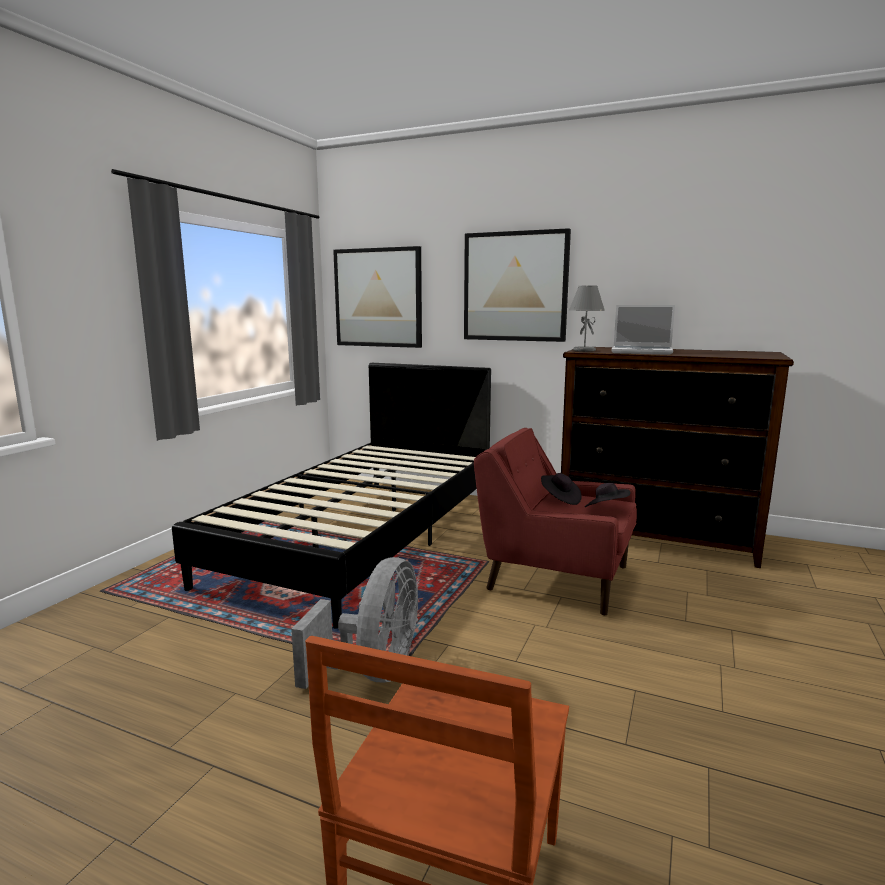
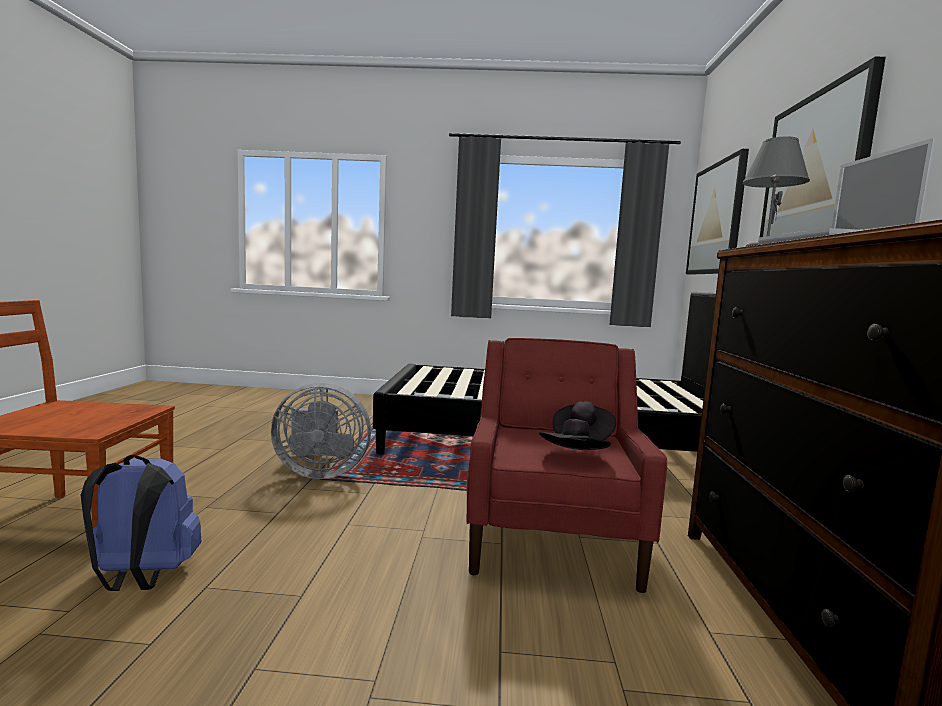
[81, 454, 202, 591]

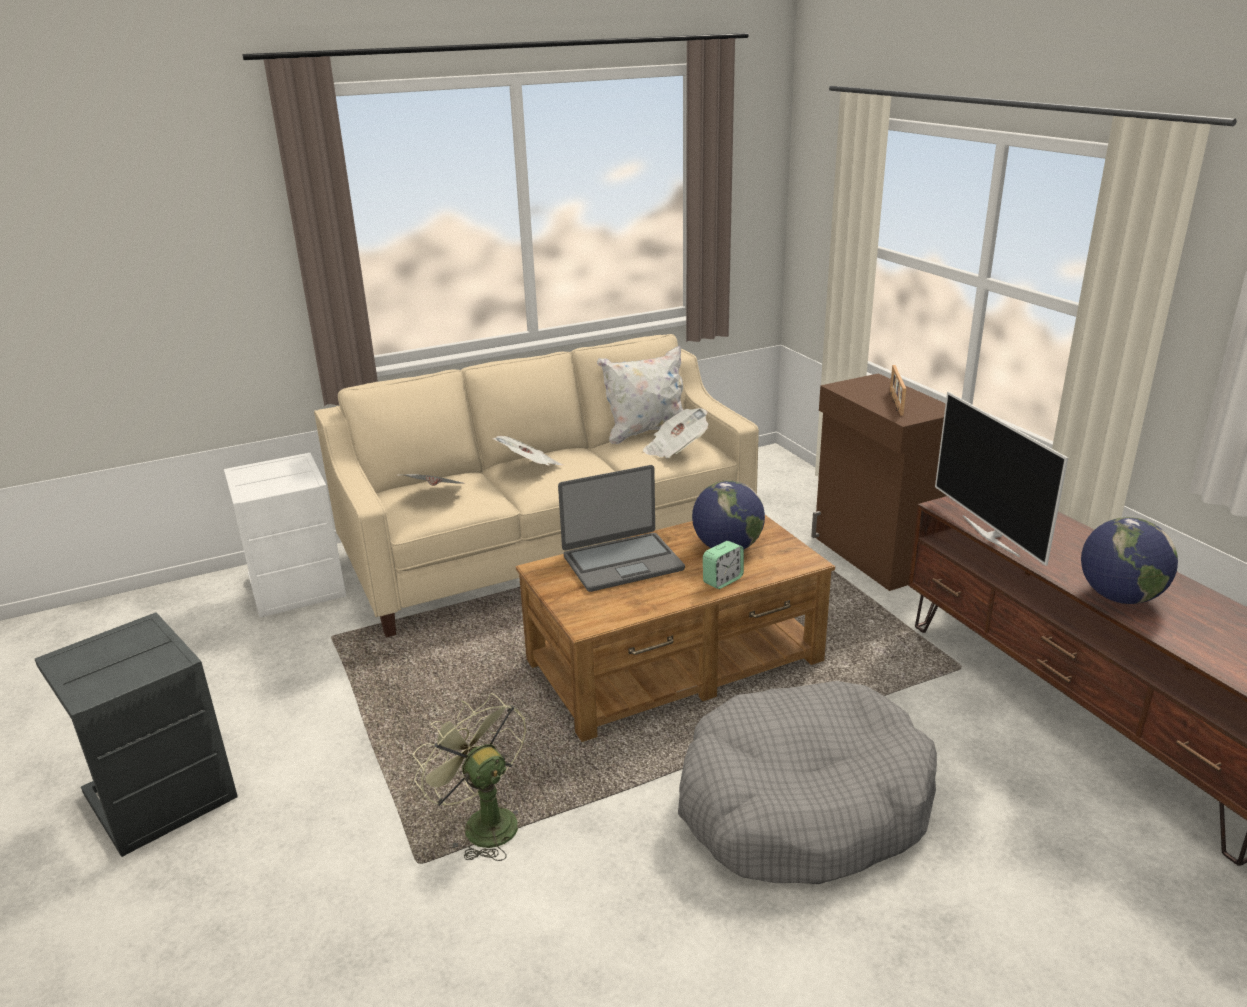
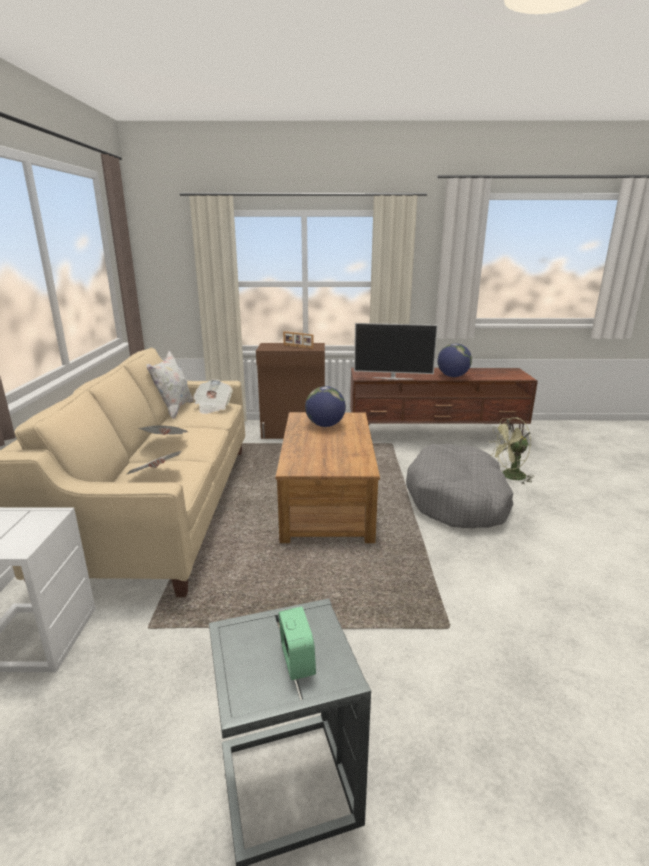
[489, 417, 534, 484]
[558, 465, 685, 592] (first image)
[279, 607, 316, 680]

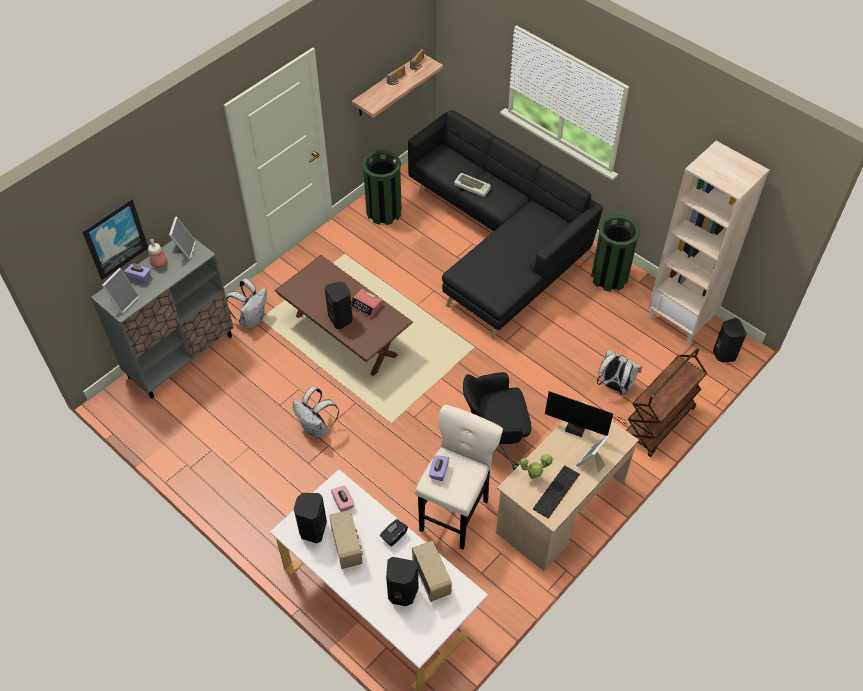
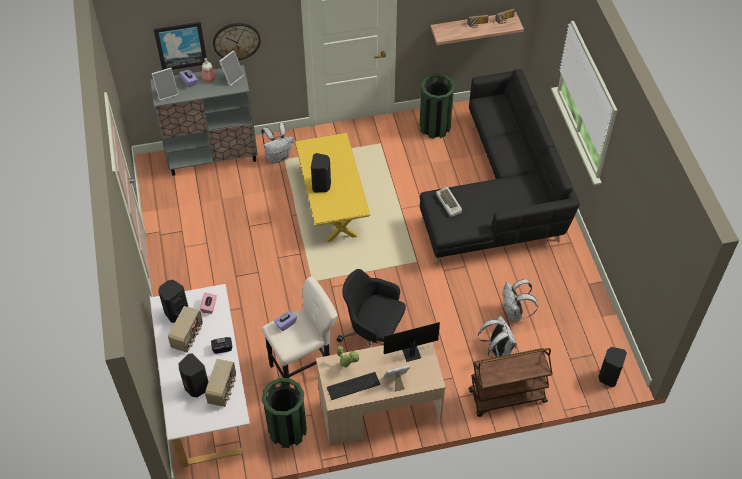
[295, 133, 370, 242]
[503, 279, 538, 321]
[351, 289, 383, 318] (first image)
[436, 187, 462, 217]
[374, 322, 440, 362]
[262, 378, 307, 448]
[648, 141, 769, 344] (first image)
[213, 23, 261, 60]

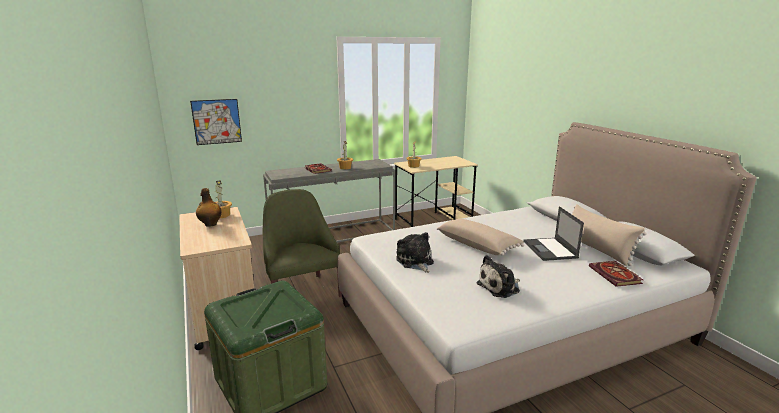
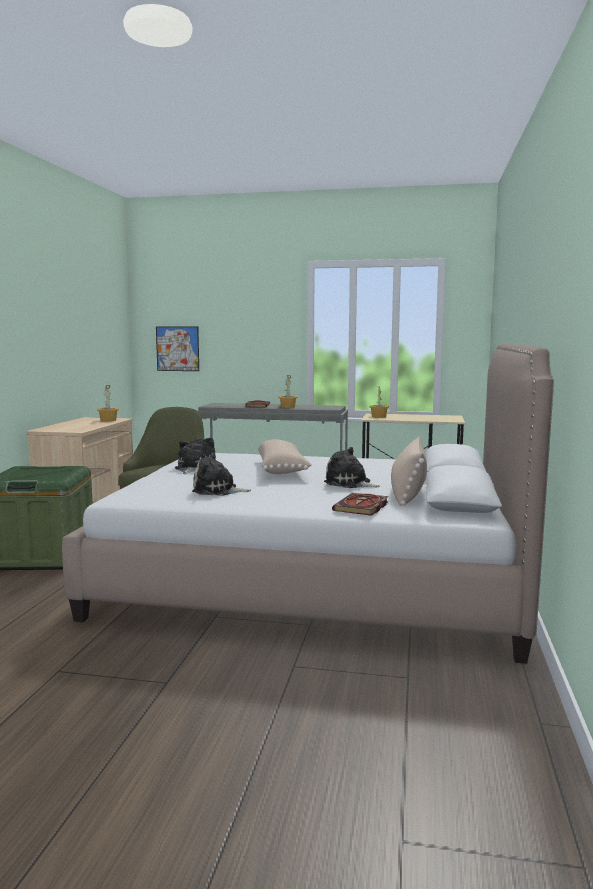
[196, 188, 222, 227] (first image)
[324, 447, 380, 488]

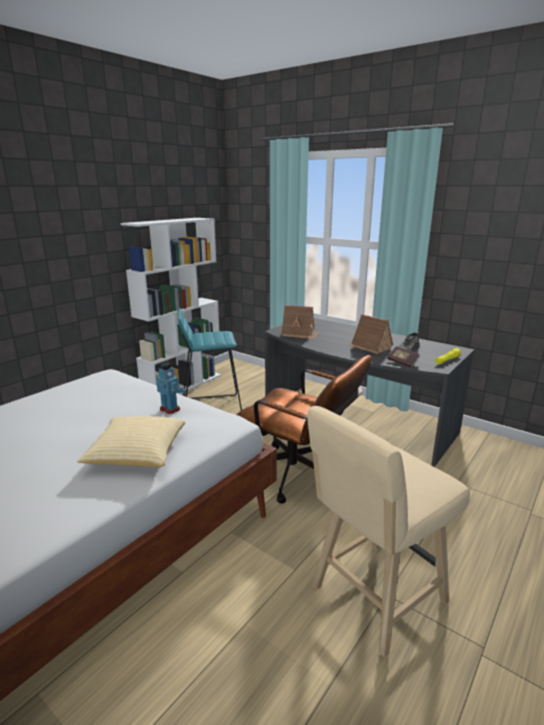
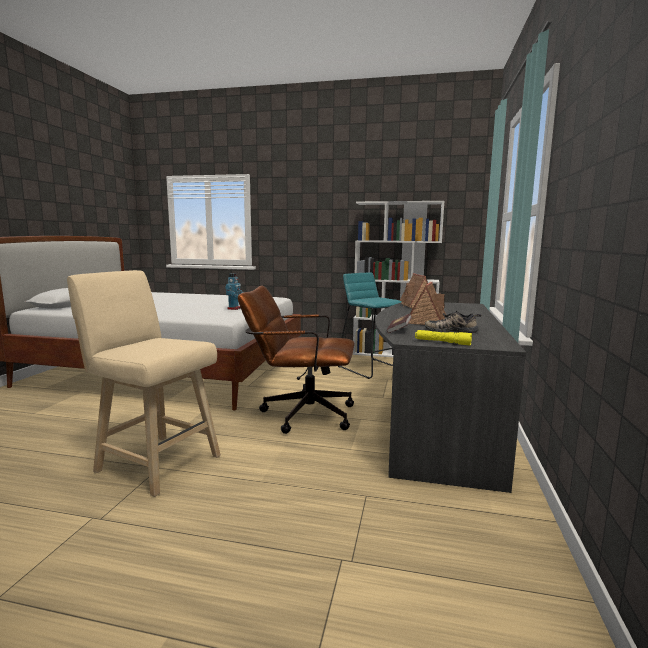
[77, 416, 185, 467] (first image)
[238, 285, 355, 434]

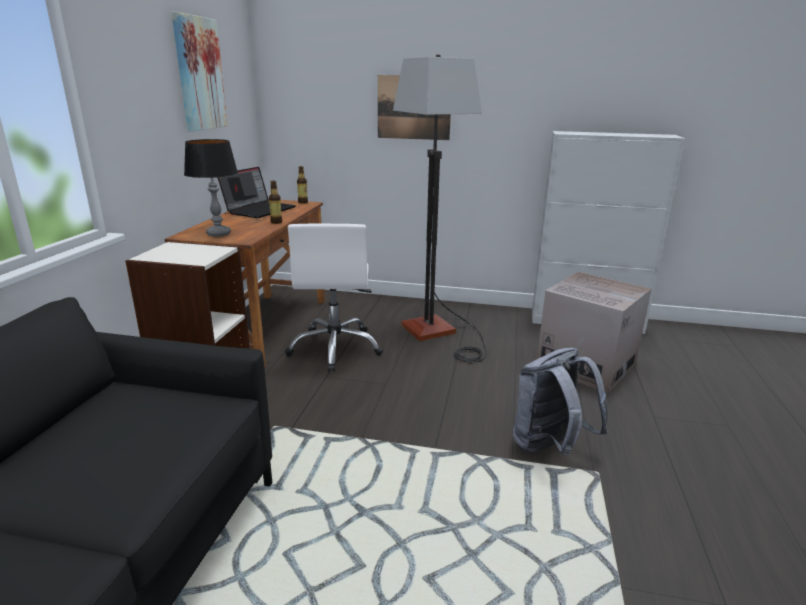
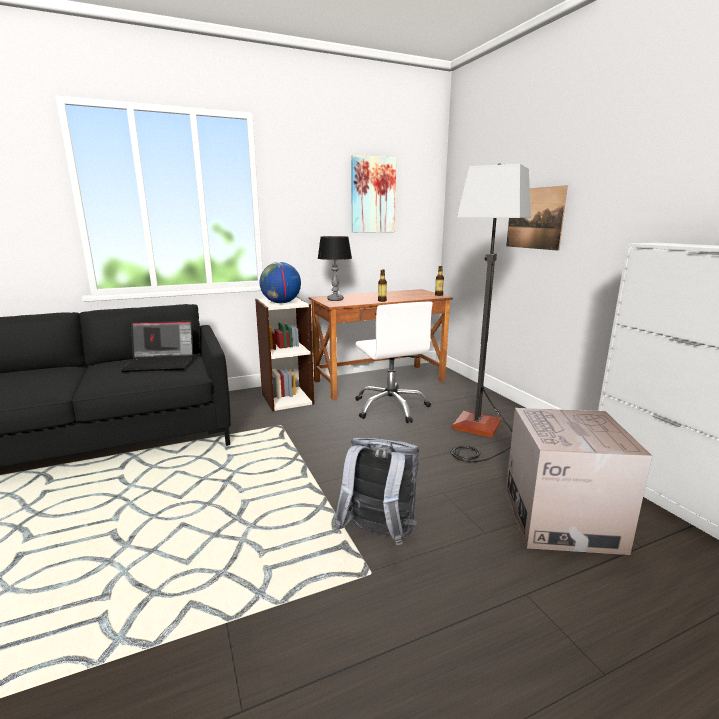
[120, 321, 193, 372]
[355, 302, 433, 423]
[260, 262, 301, 303]

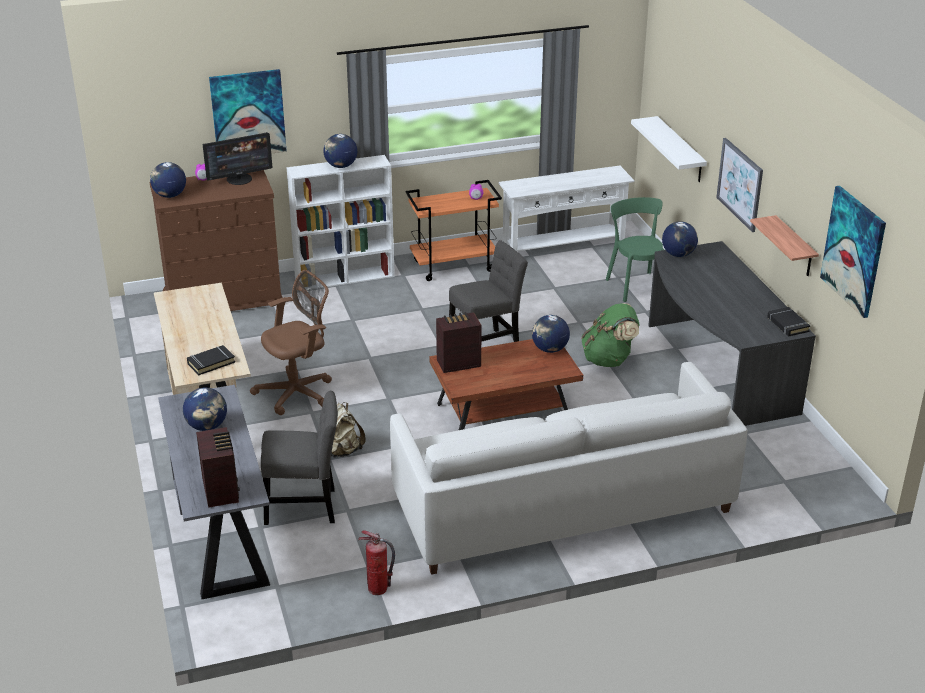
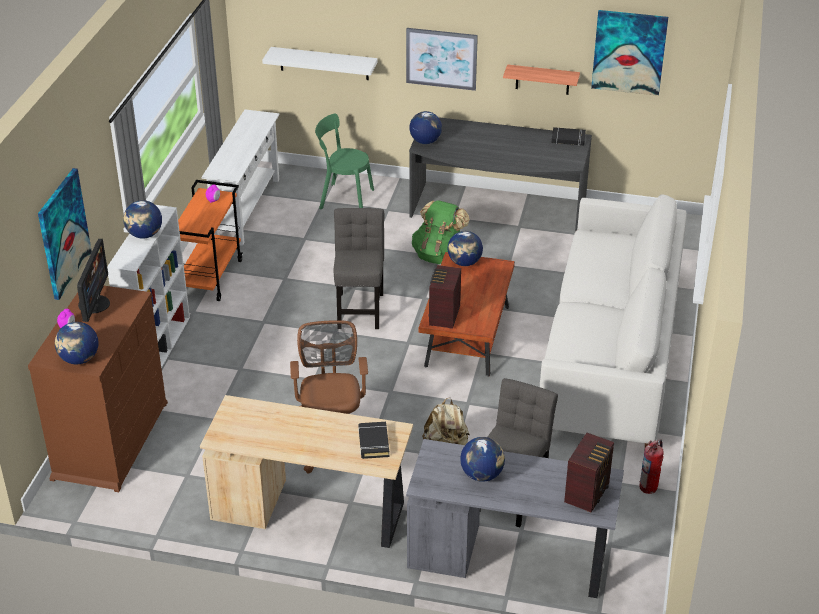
[564, 433, 614, 512]

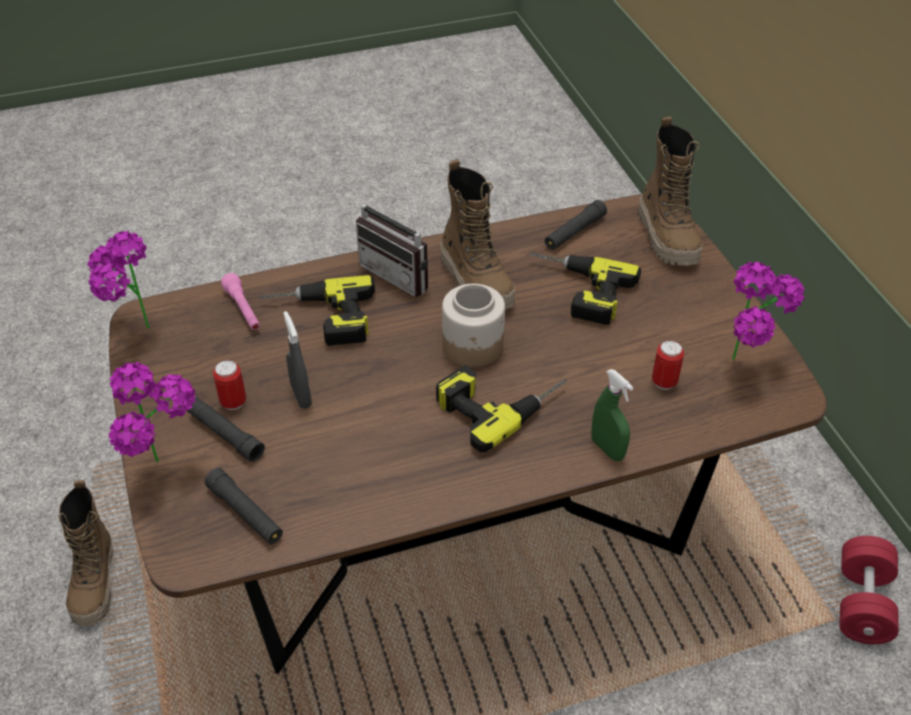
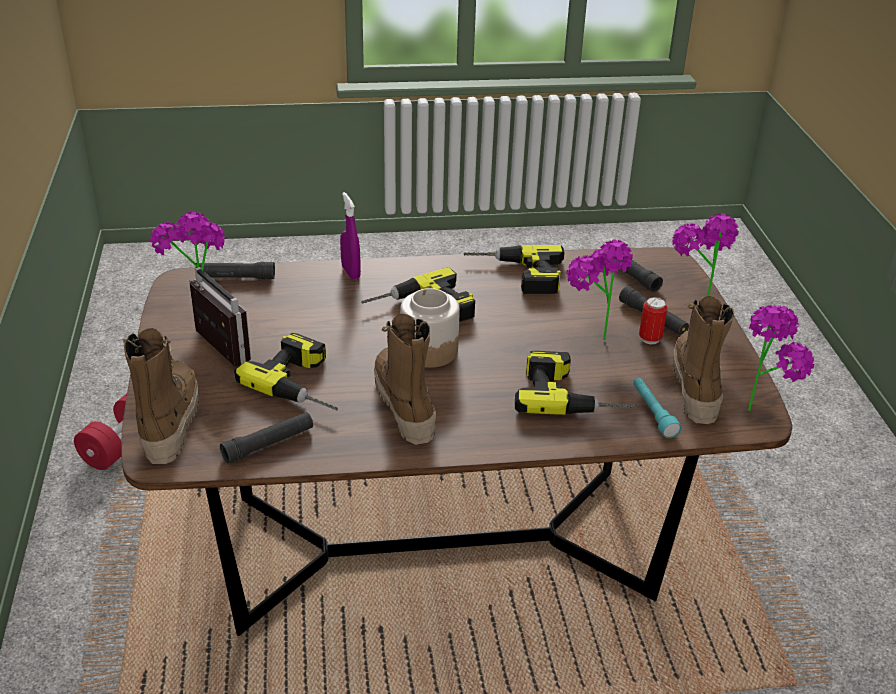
[673, 296, 734, 424]
[633, 378, 681, 438]
[567, 240, 633, 340]
[188, 267, 251, 366]
[340, 192, 361, 280]
[652, 340, 684, 390] (first image)
[196, 262, 275, 279]
[464, 245, 565, 294]

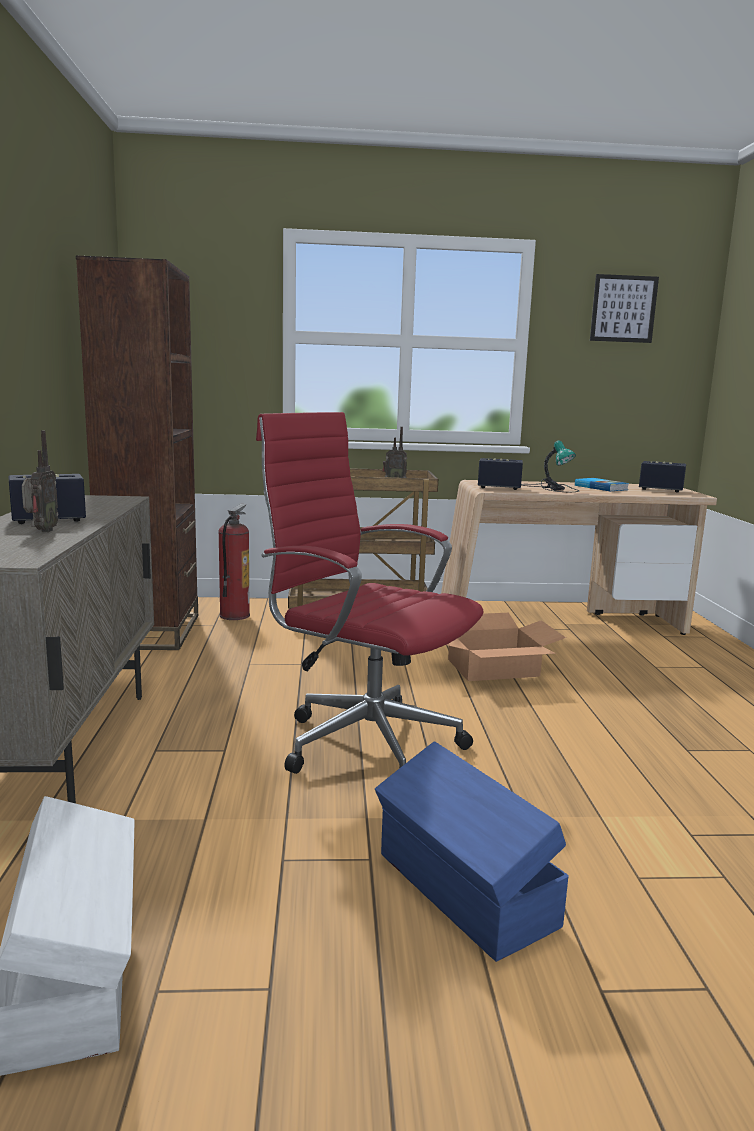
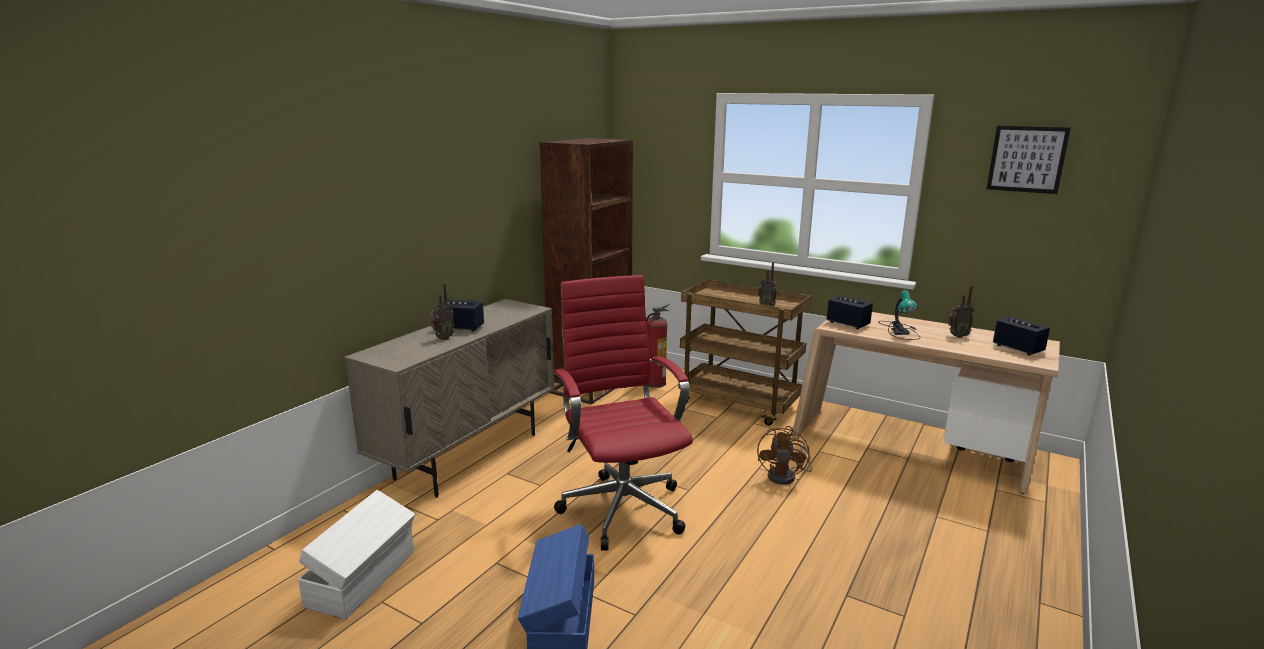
[757, 426, 812, 485]
[948, 285, 974, 338]

